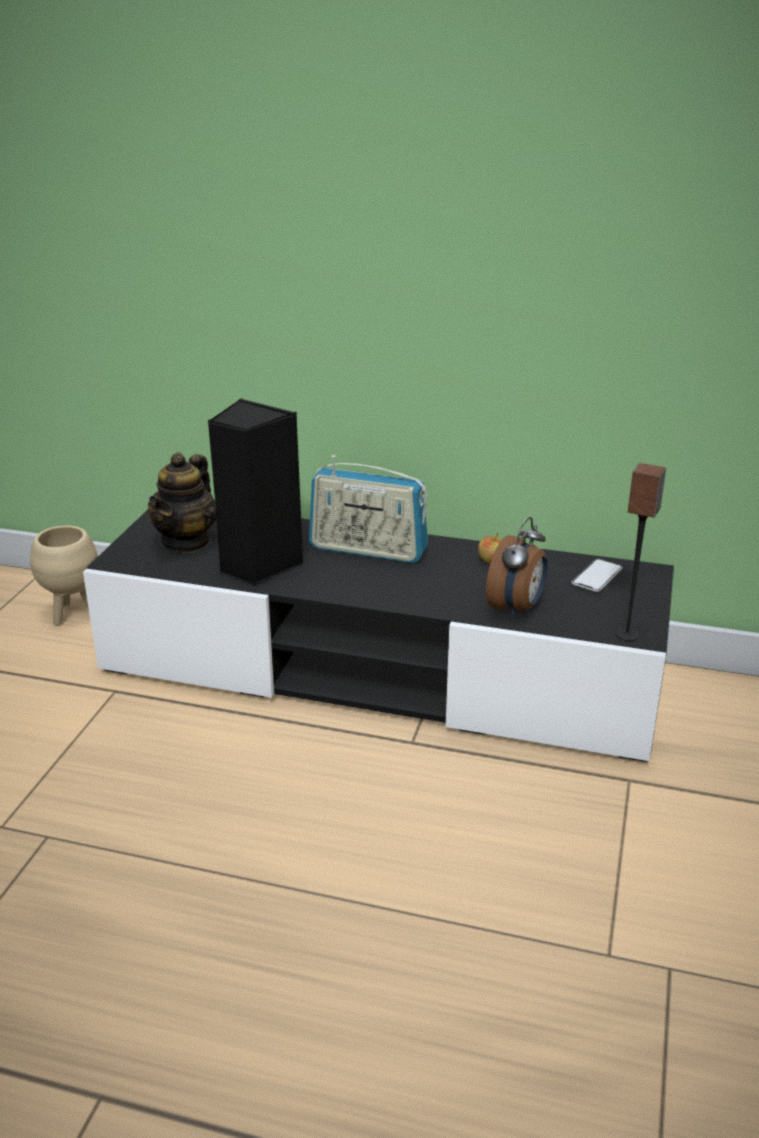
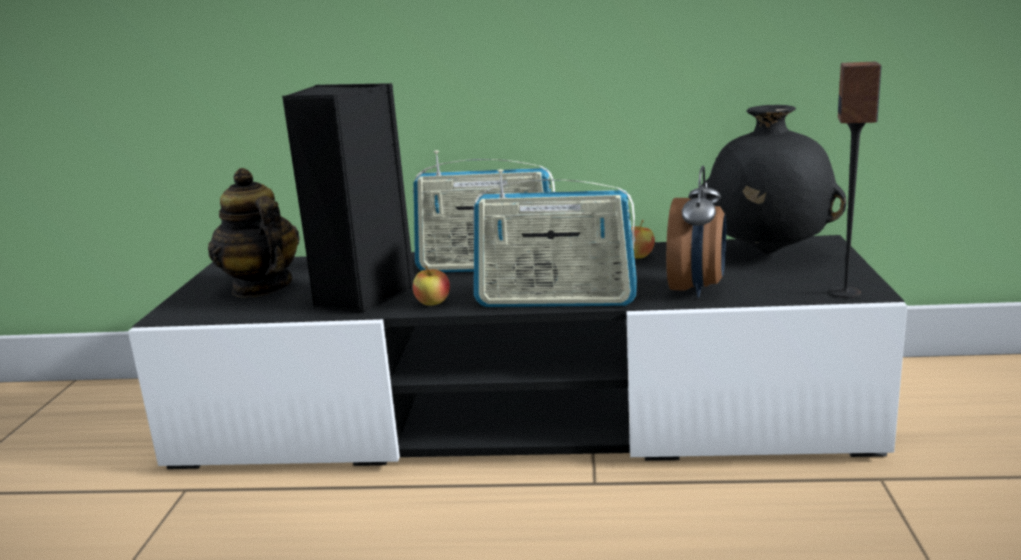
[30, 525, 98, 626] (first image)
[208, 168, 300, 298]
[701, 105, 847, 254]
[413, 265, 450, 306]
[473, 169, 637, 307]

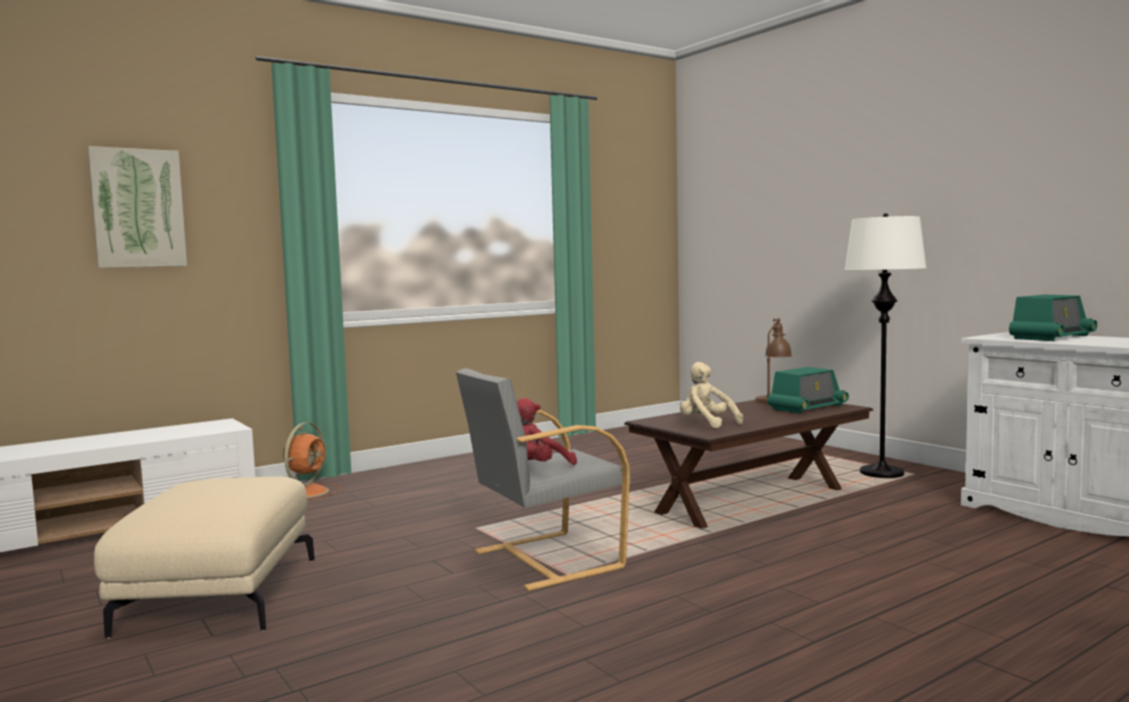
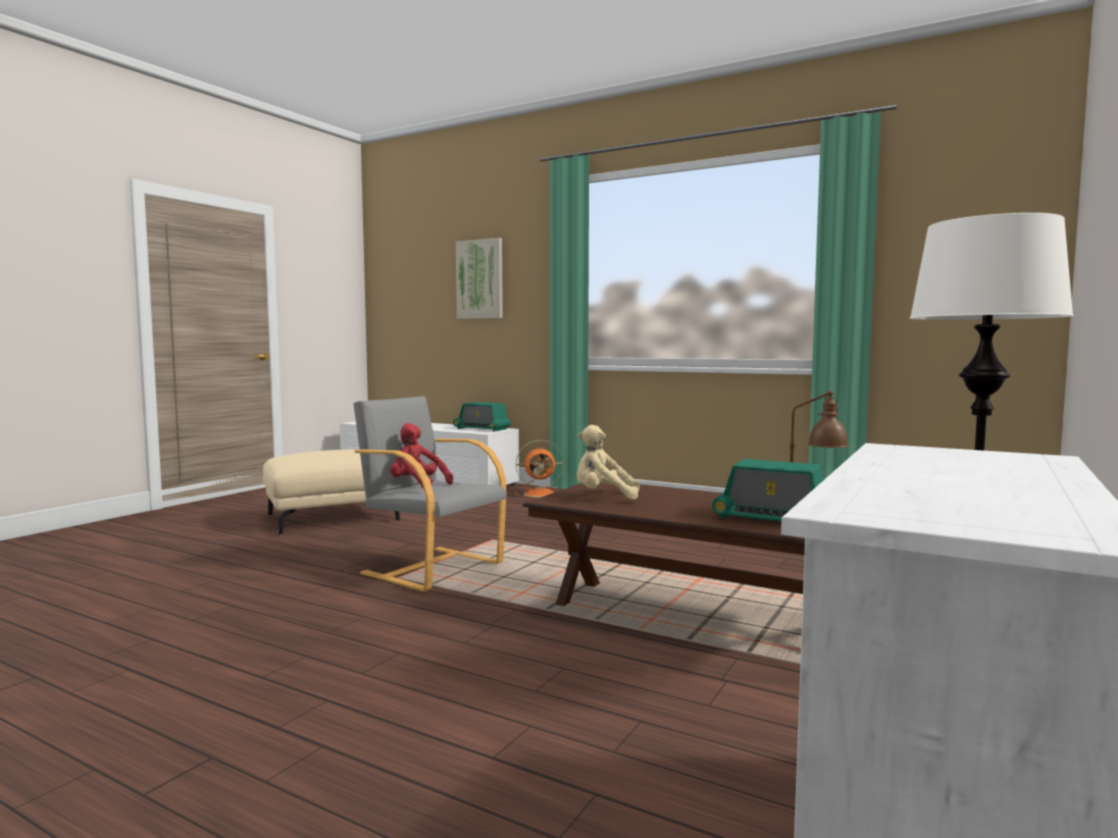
[577, 425, 640, 500]
[453, 402, 511, 432]

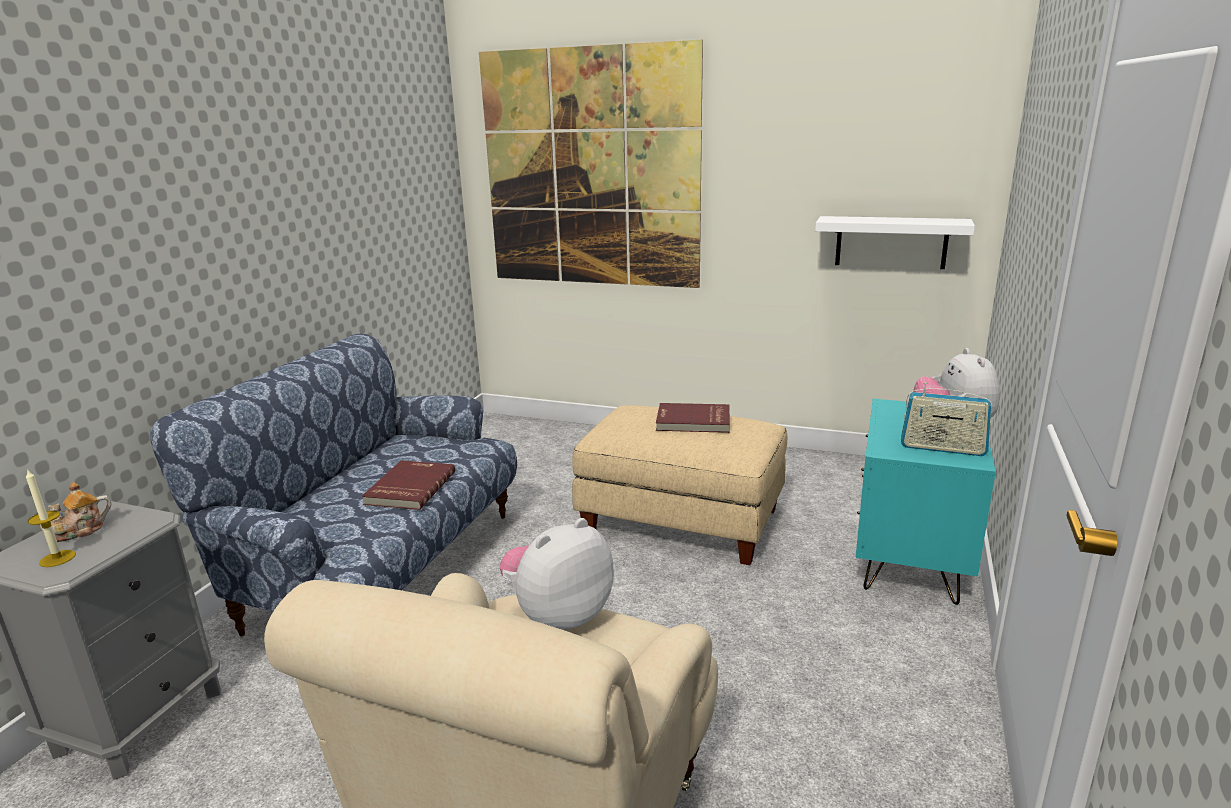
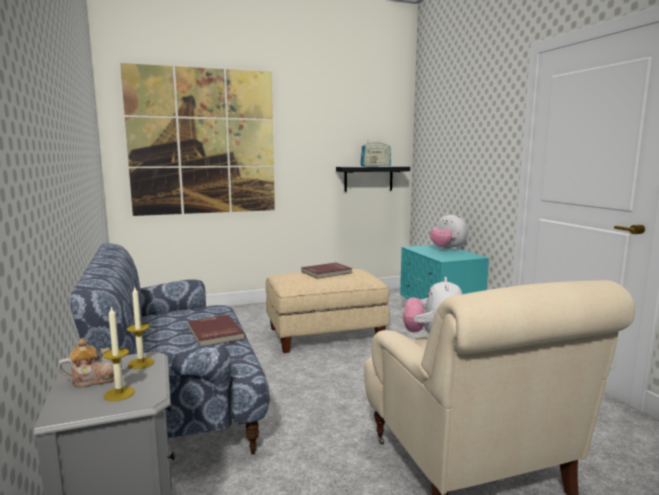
[58, 338, 122, 387]
[336, 166, 410, 192]
[360, 143, 391, 166]
[127, 287, 154, 369]

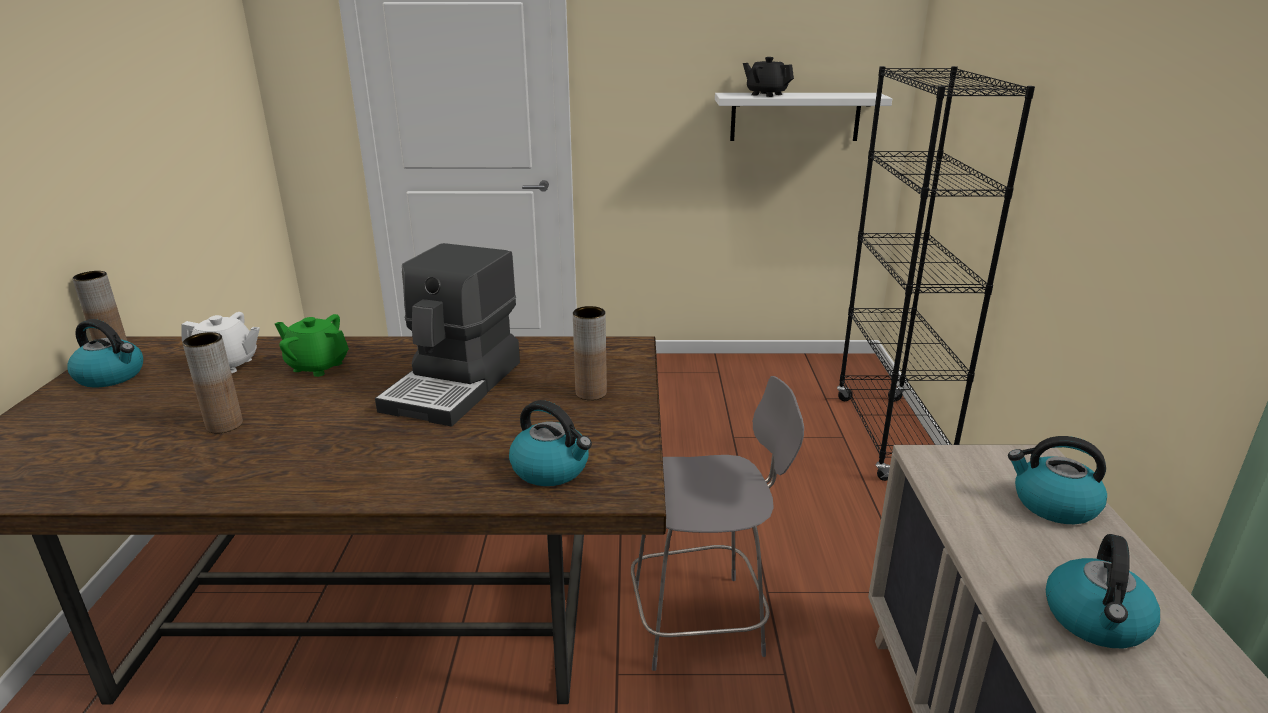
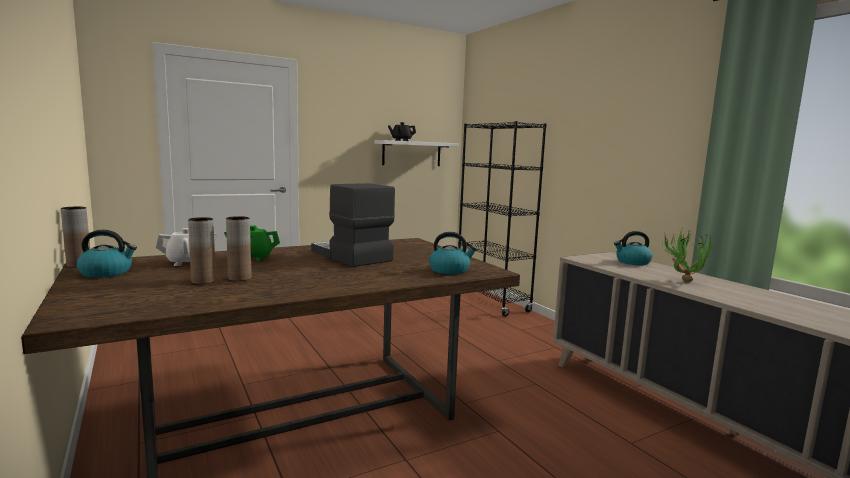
[311, 183, 395, 267]
[188, 217, 216, 284]
[631, 376, 804, 671] (first image)
[662, 228, 714, 283]

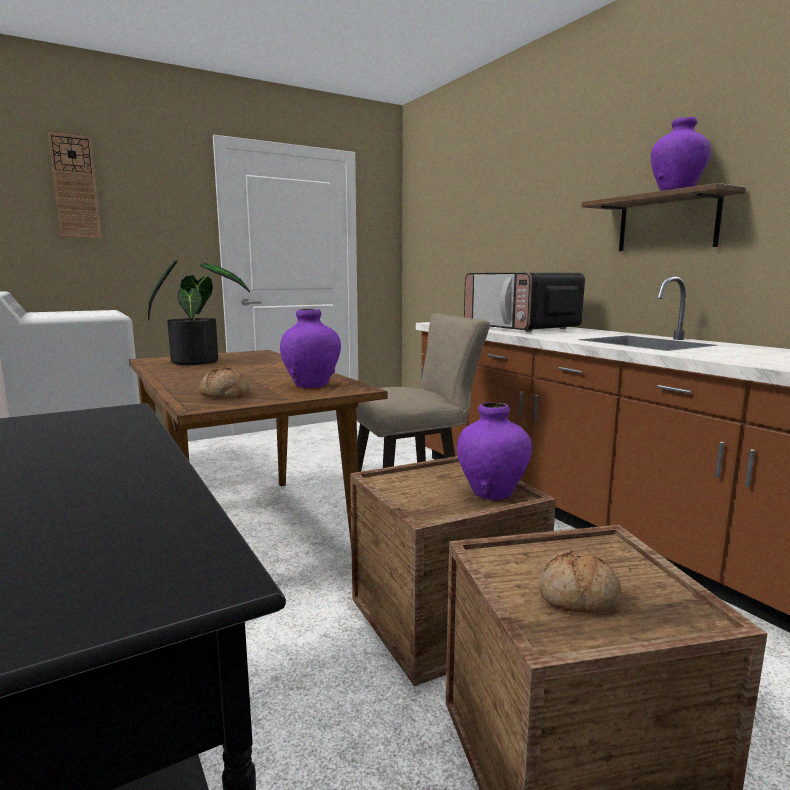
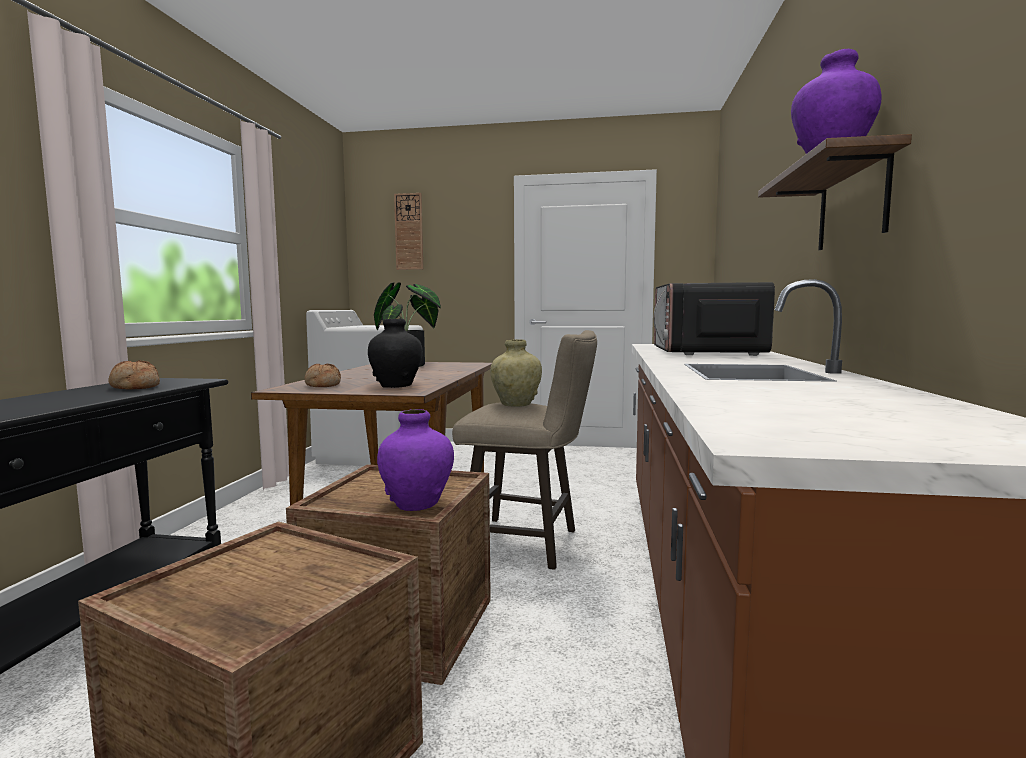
[368, 318, 423, 388]
[109, 360, 160, 390]
[490, 339, 542, 407]

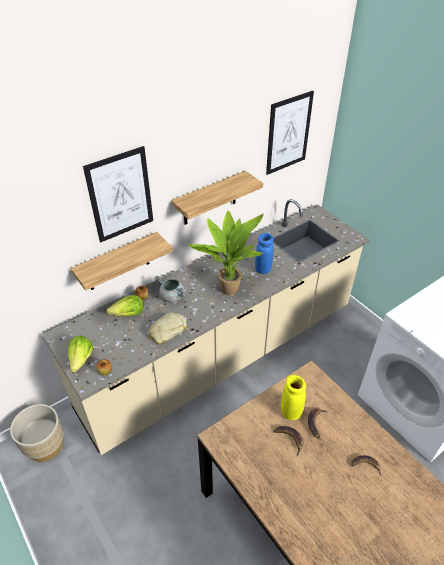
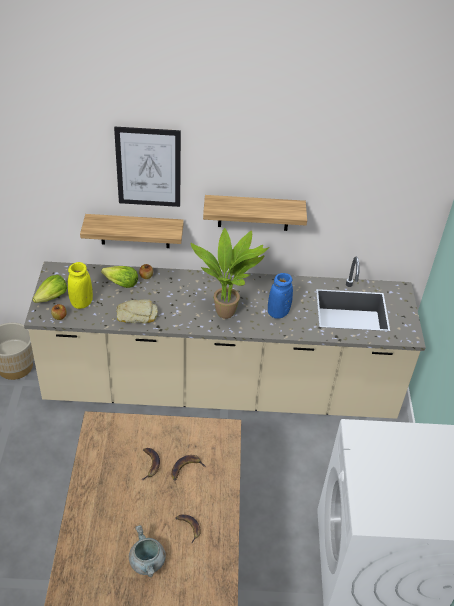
[129, 525, 166, 577]
[266, 91, 314, 175] (first image)
[68, 262, 93, 309]

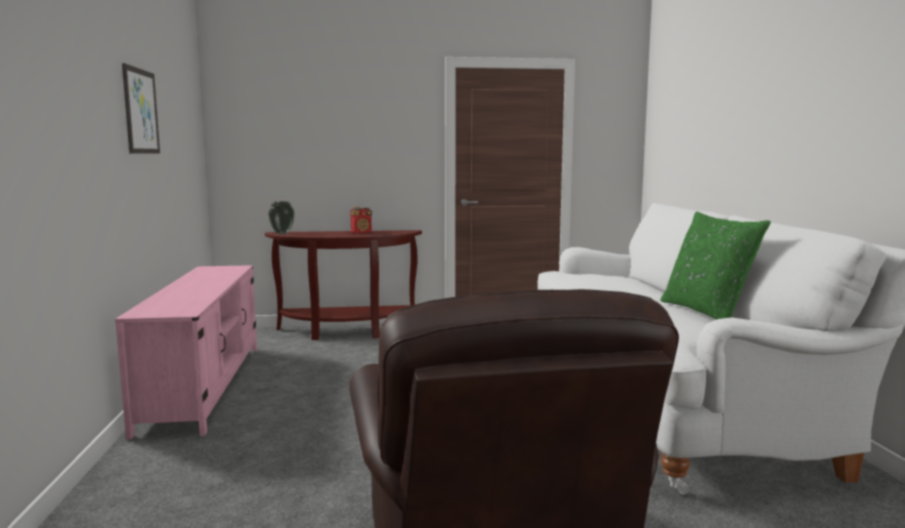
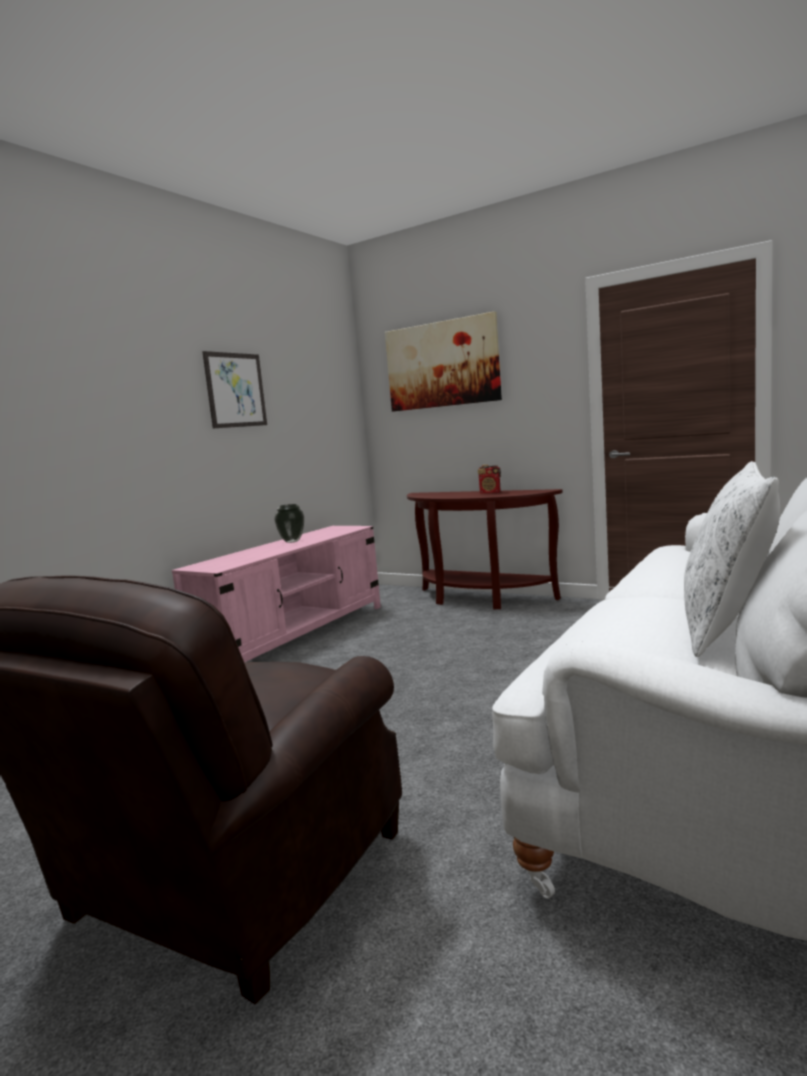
[275, 504, 304, 543]
[684, 461, 780, 657]
[385, 311, 502, 412]

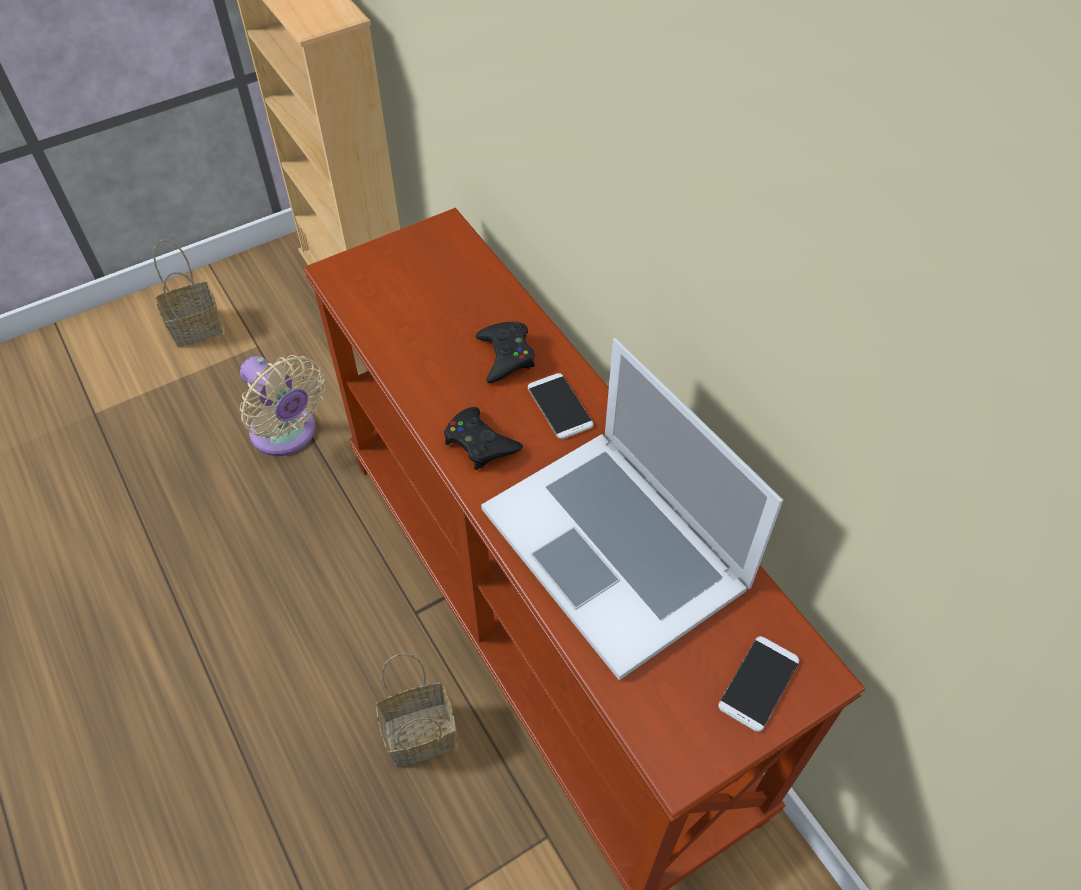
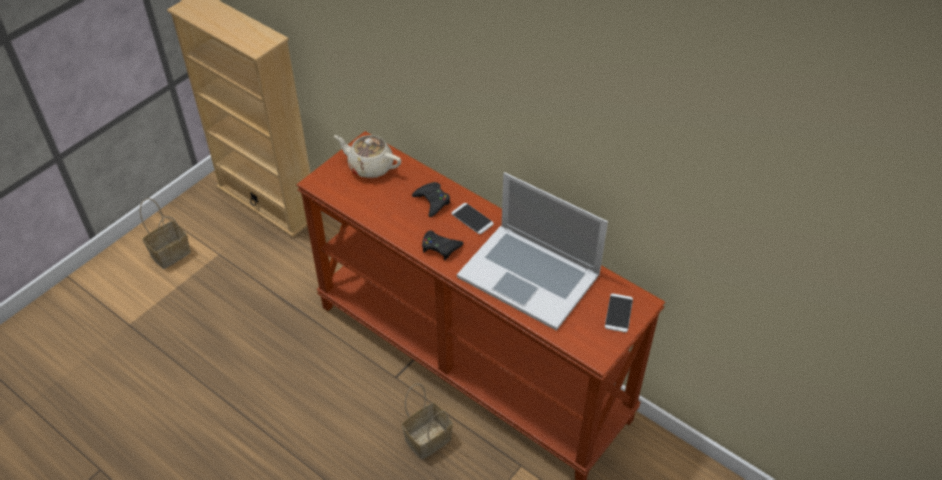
[240, 355, 325, 456] (first image)
[334, 135, 402, 178]

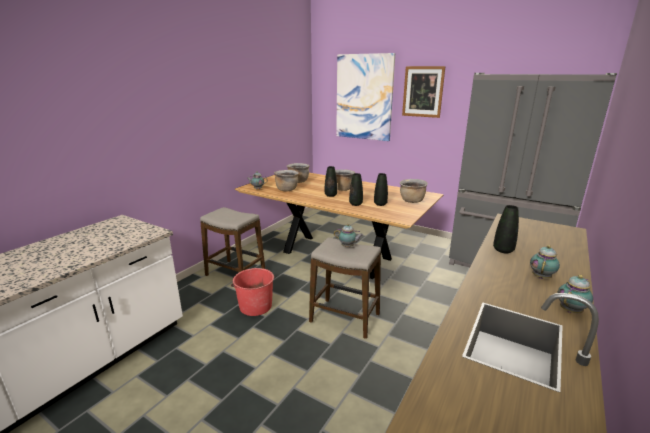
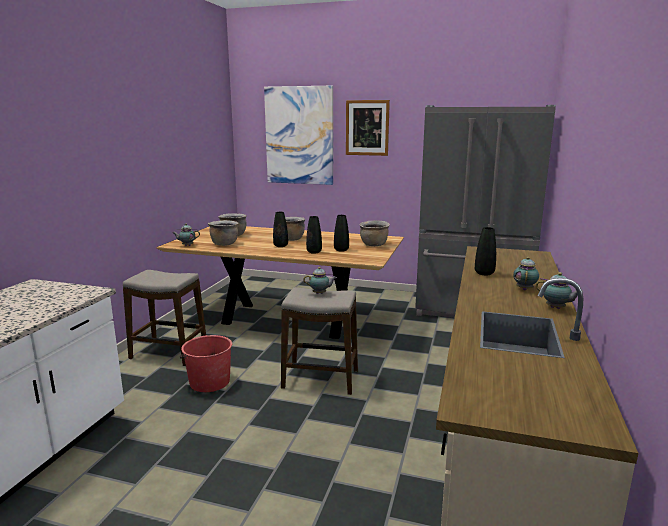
[536, 272, 583, 309]

